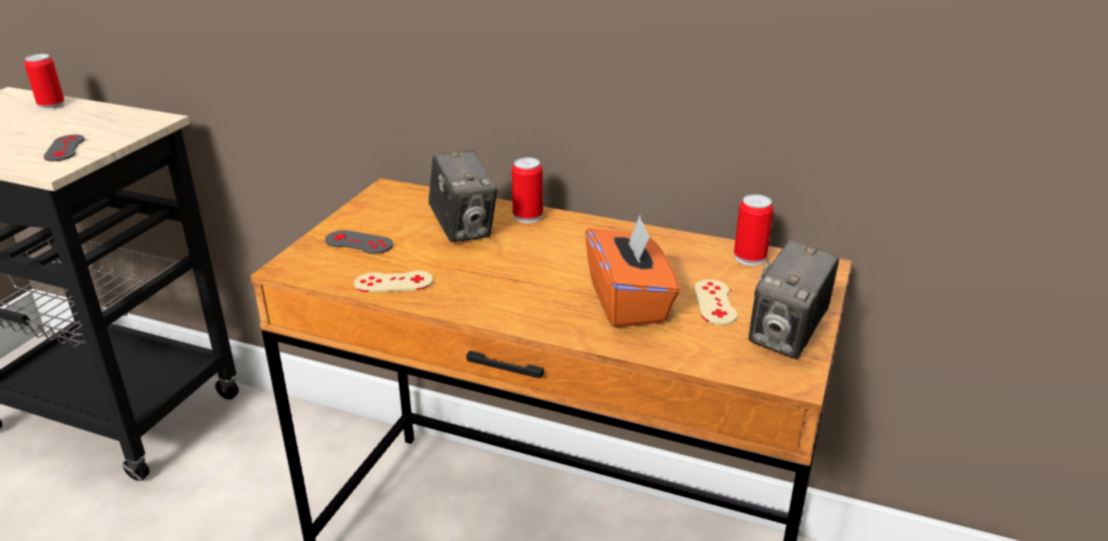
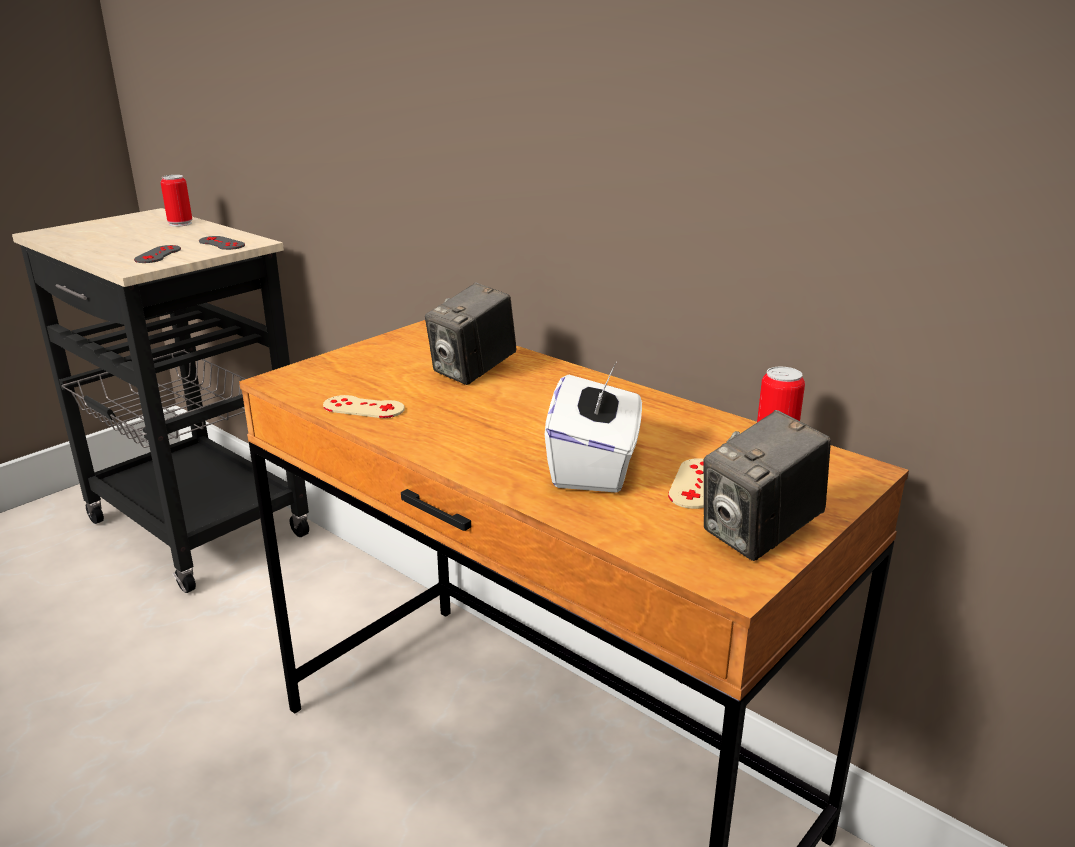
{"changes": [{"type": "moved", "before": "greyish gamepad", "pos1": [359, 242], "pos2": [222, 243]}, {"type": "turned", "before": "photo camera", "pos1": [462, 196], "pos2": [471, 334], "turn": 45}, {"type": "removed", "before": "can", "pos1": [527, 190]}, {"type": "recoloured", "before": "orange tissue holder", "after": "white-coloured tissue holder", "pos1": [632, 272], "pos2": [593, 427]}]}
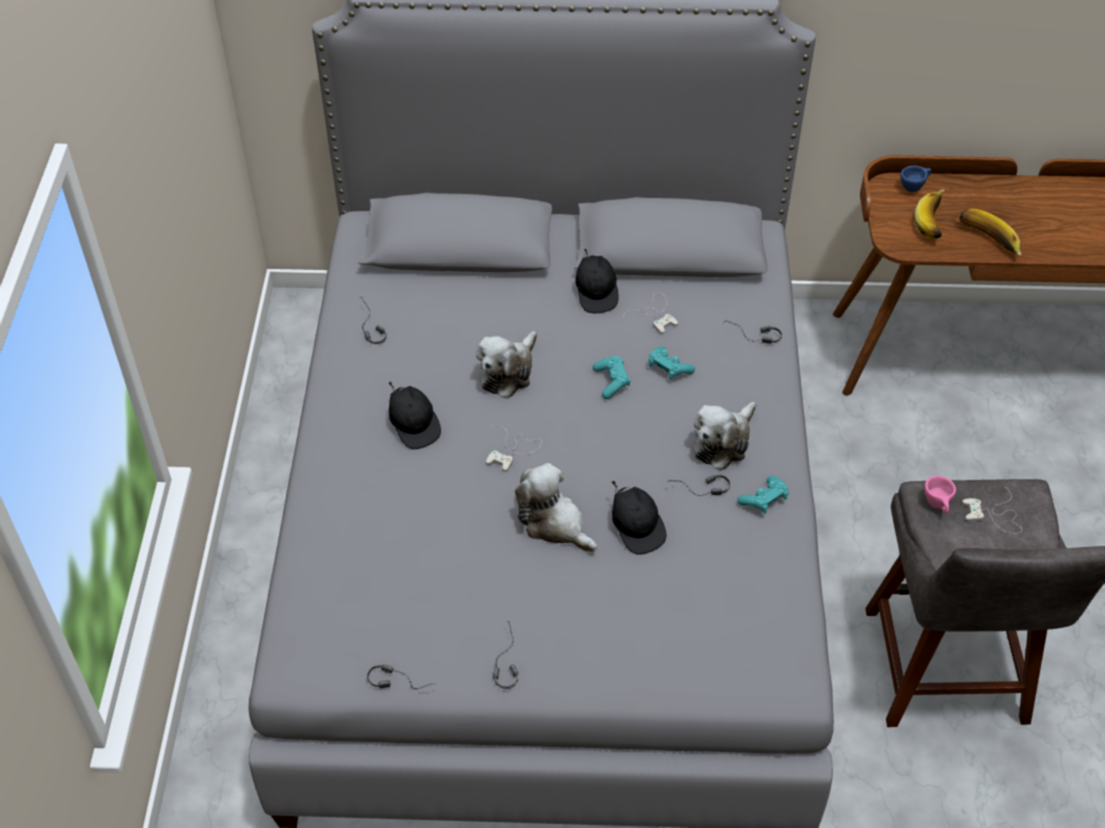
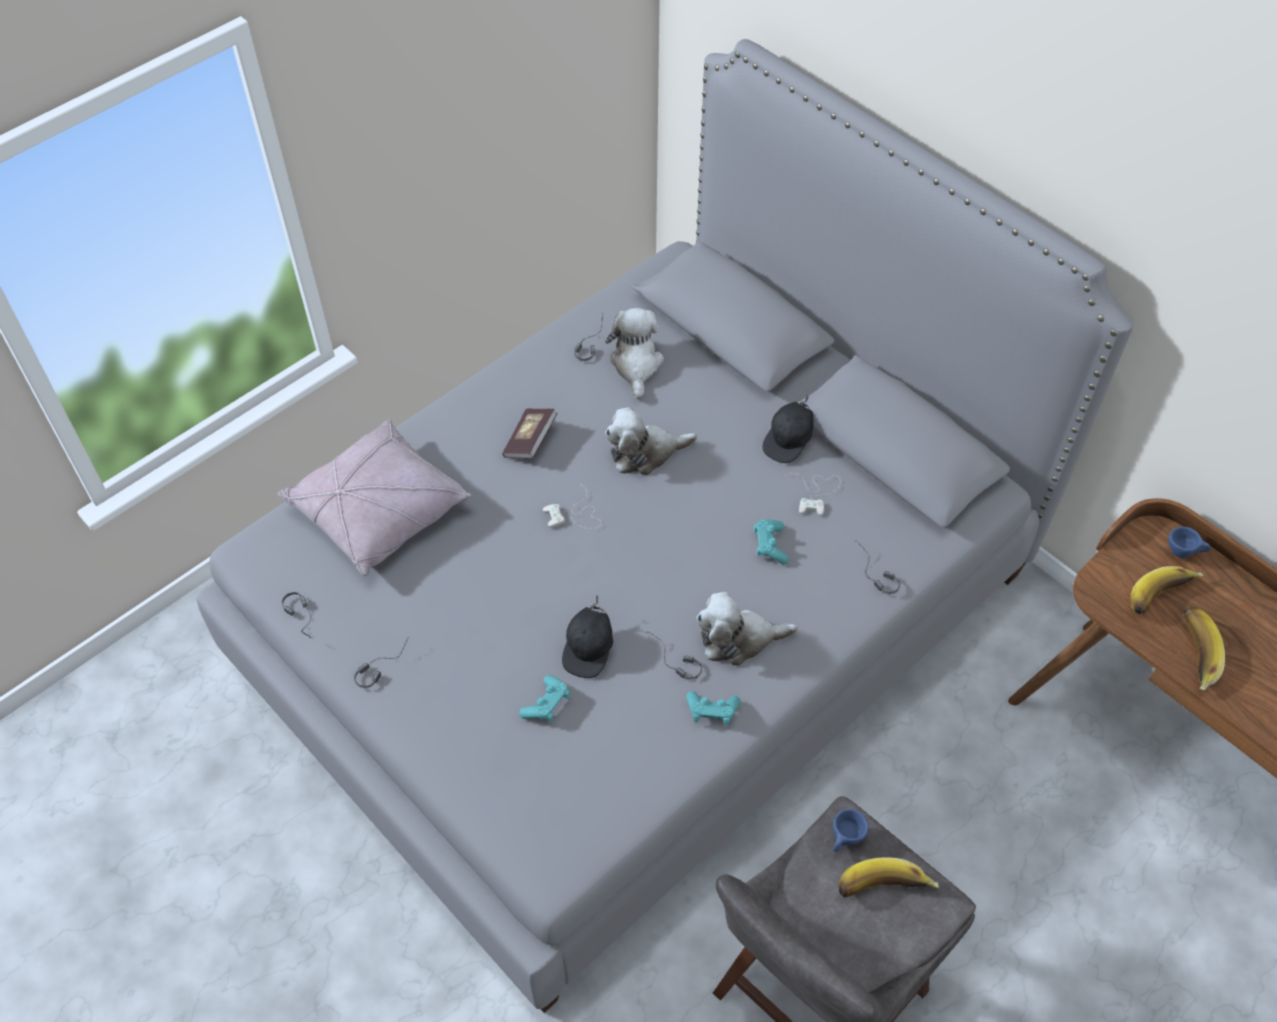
{"changes": [{"type": "replaced", "before": "black-coloured cap", "after": "book", "pos1": [415, 415], "pos2": [529, 433]}, {"type": "moved", "before": "cuddly toy", "pos1": [556, 507], "pos2": [634, 353]}, {"type": "moved", "before": "turquoise-coloured gamepad", "pos1": [611, 377], "pos2": [544, 698]}, {"type": "recoloured", "before": "pink drinking cup", "after": "blue drinking cup", "pos1": [940, 494], "pos2": [851, 830]}, {"type": "replaced", "before": "white-coloured gamepad", "after": "banana", "pos1": [992, 510], "pos2": [888, 877]}, {"type": "added", "after": "purple throw pillow", "pos2": [375, 497]}]}
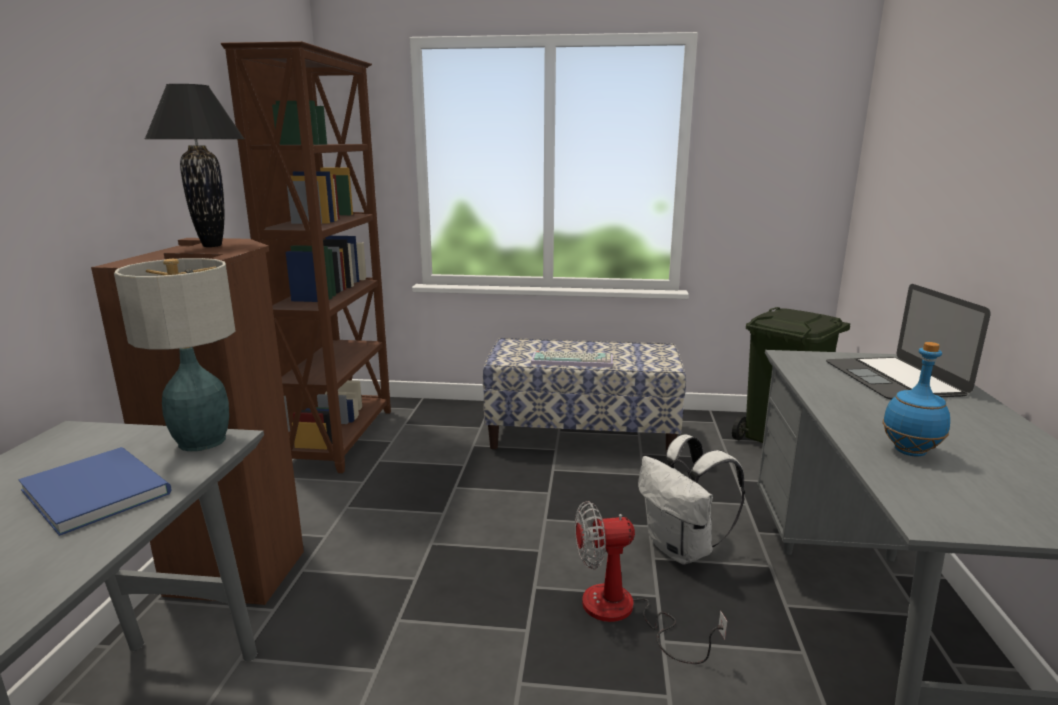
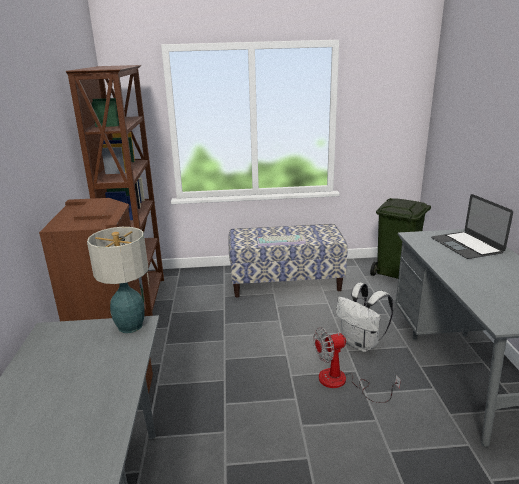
{"changes": [{"type": "removed", "before": "blue book", "pos1": [95, 491]}, {"type": "removed", "before": "black-coloured table lamp", "pos1": [194, 165]}, {"type": "removed", "before": "blue bottle", "pos1": [916, 399]}]}
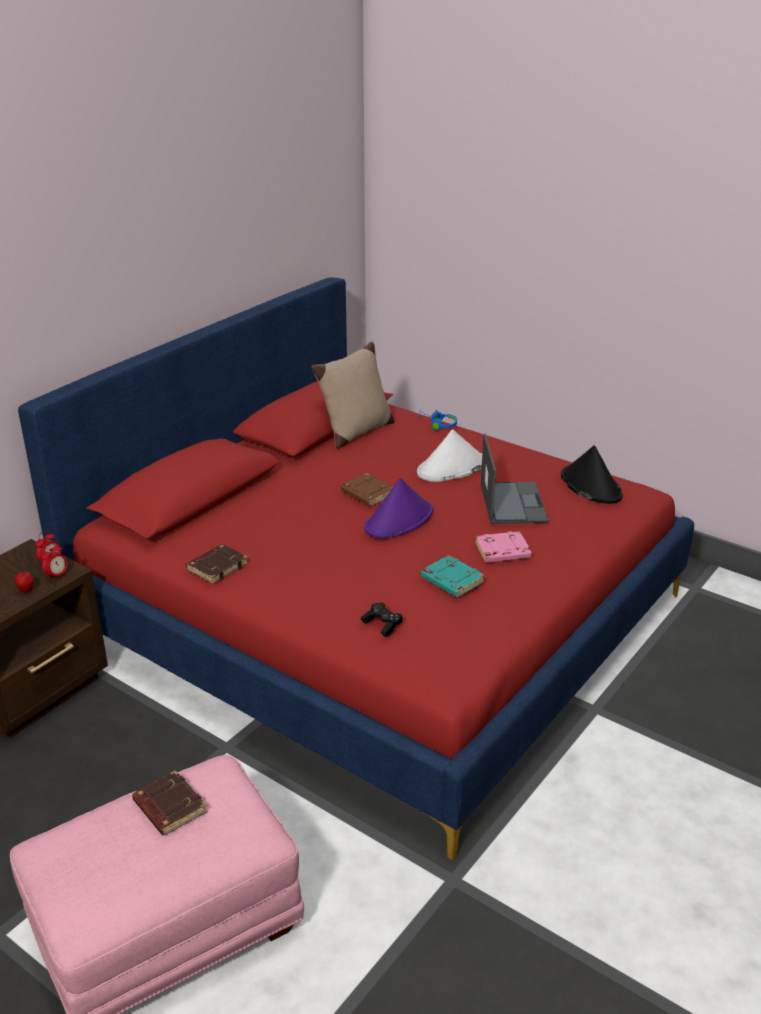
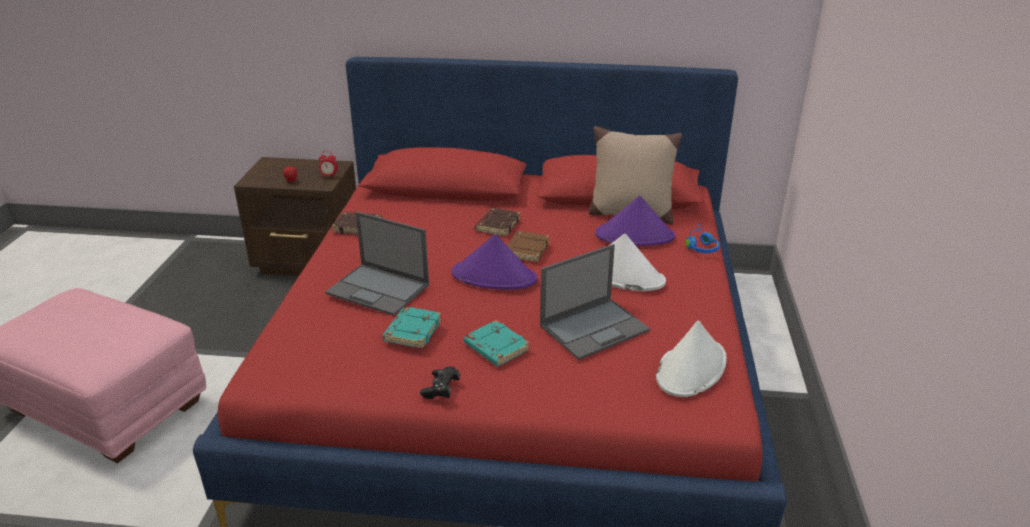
{"changes": [{"type": "removed", "before": "table clock", "pos1": [54, 561]}, {"type": "moved", "before": "brownish book", "pos1": [169, 803], "pos2": [498, 222]}, {"type": "moved", "before": "black-coloured gamepad", "pos1": [382, 619], "pos2": [440, 382]}, {"type": "recoloured", "before": "pink book", "after": "turquoise-coloured book", "pos1": [503, 547], "pos2": [497, 343]}, {"type": "recoloured", "before": "black-coloured clothing hat", "after": "white-coloured clothing hat", "pos1": [592, 475], "pos2": [691, 358]}, {"type": "added", "after": "laptop", "pos2": [377, 264]}, {"type": "added", "after": "purple clothing hat", "pos2": [635, 221]}]}
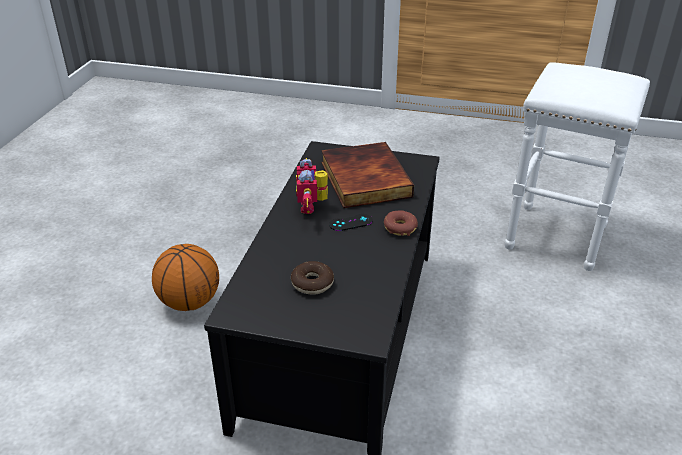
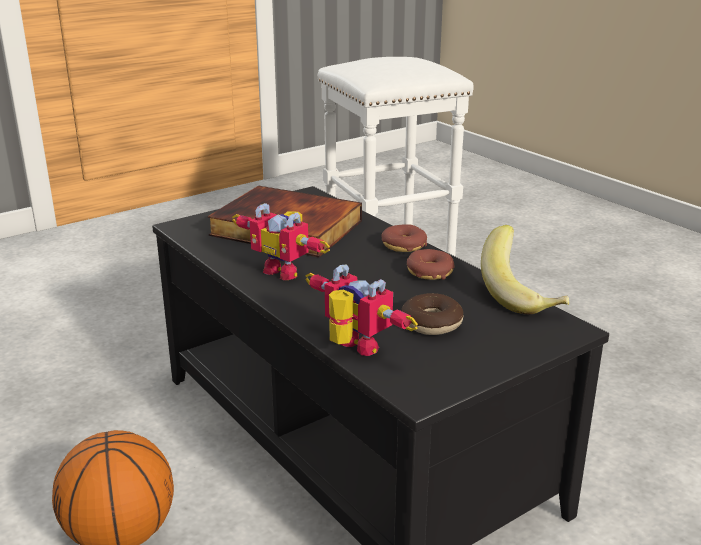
{"changes": [{"type": "removed", "before": "black-coloured gamepad", "pos1": [351, 222]}, {"type": "added", "after": "model robot", "pos2": [361, 310]}, {"type": "added", "after": "donut", "pos2": [430, 264]}, {"type": "added", "after": "banana", "pos2": [525, 270]}]}
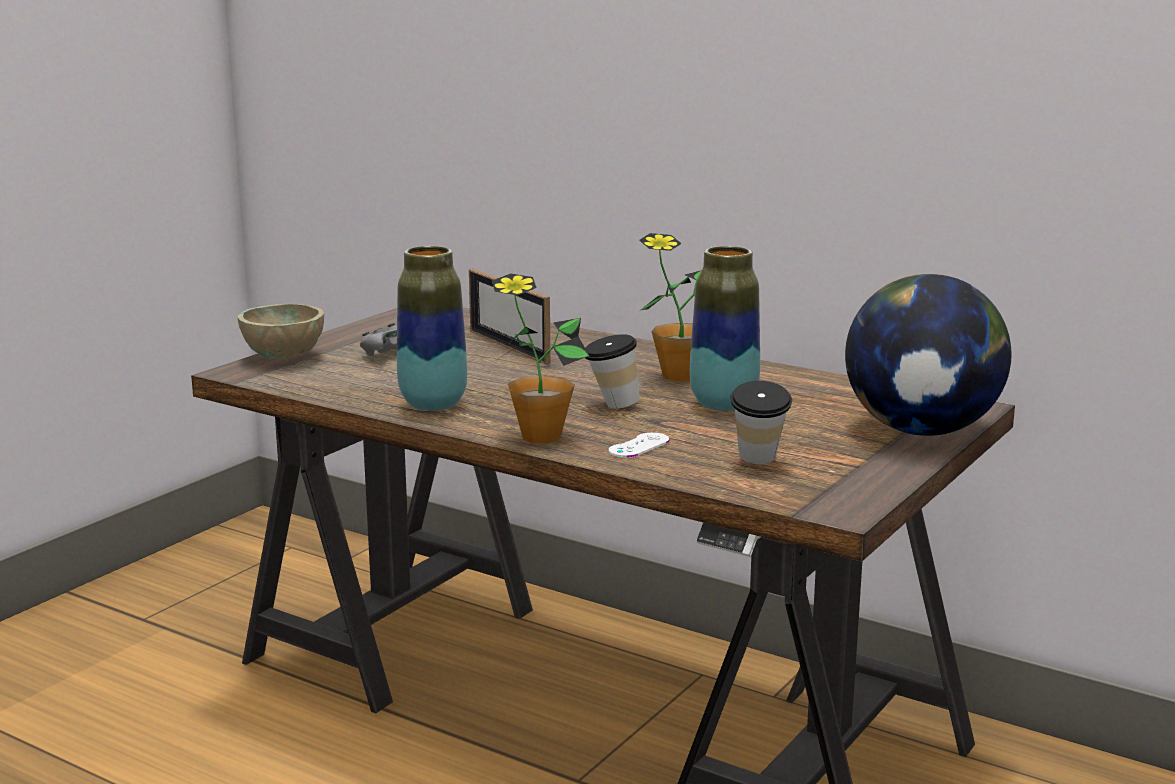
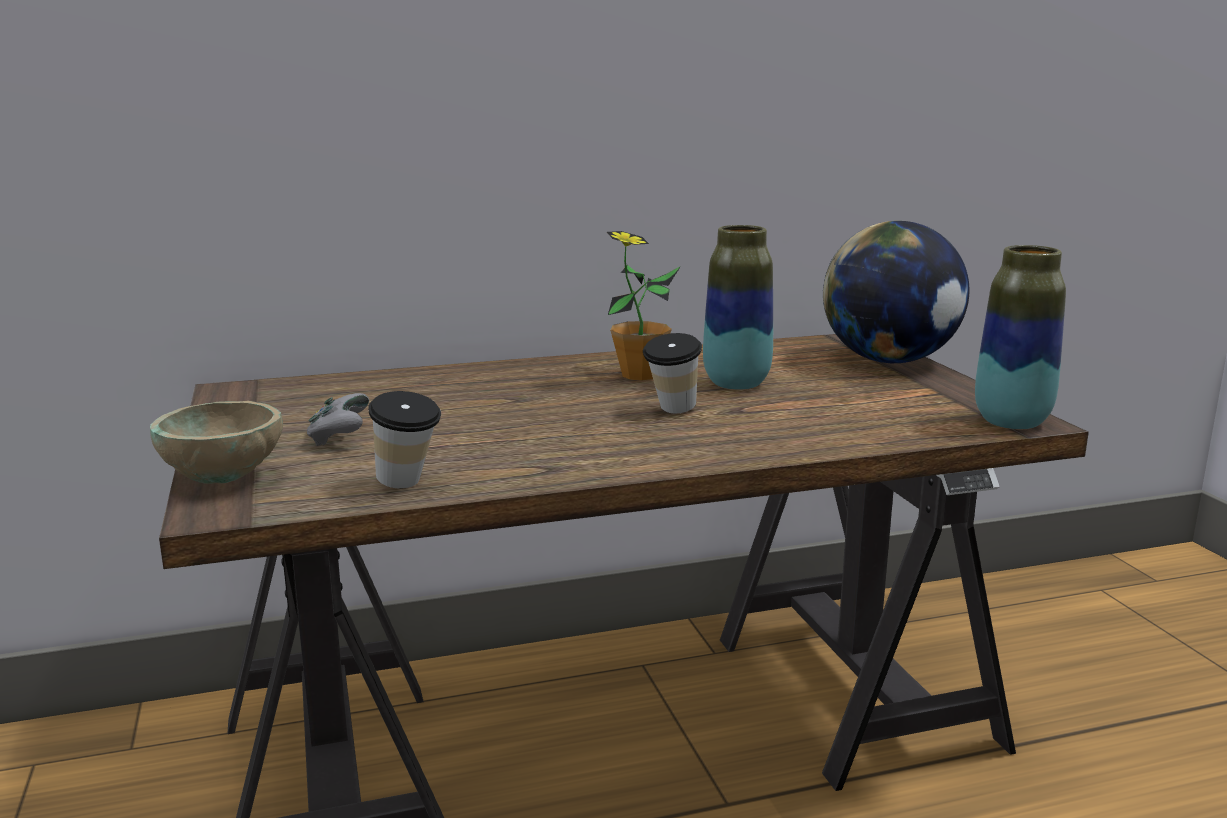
{"changes": [{"type": "moved", "before": "decorative vase", "pos1": [432, 328], "pos2": [1020, 337]}, {"type": "removed", "before": "photo frame", "pos1": [509, 316]}, {"type": "removed", "before": "potted plant", "pos1": [540, 358]}, {"type": "removed", "before": "white-coloured gamepad", "pos1": [639, 445]}, {"type": "moved", "before": "drinking cup", "pos1": [761, 422], "pos2": [404, 439]}]}
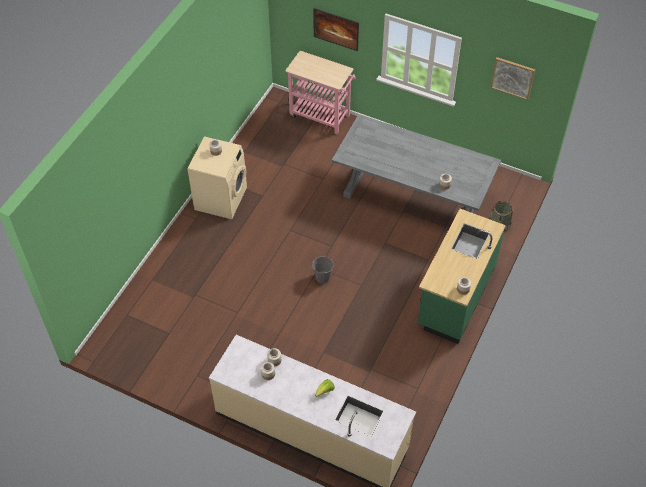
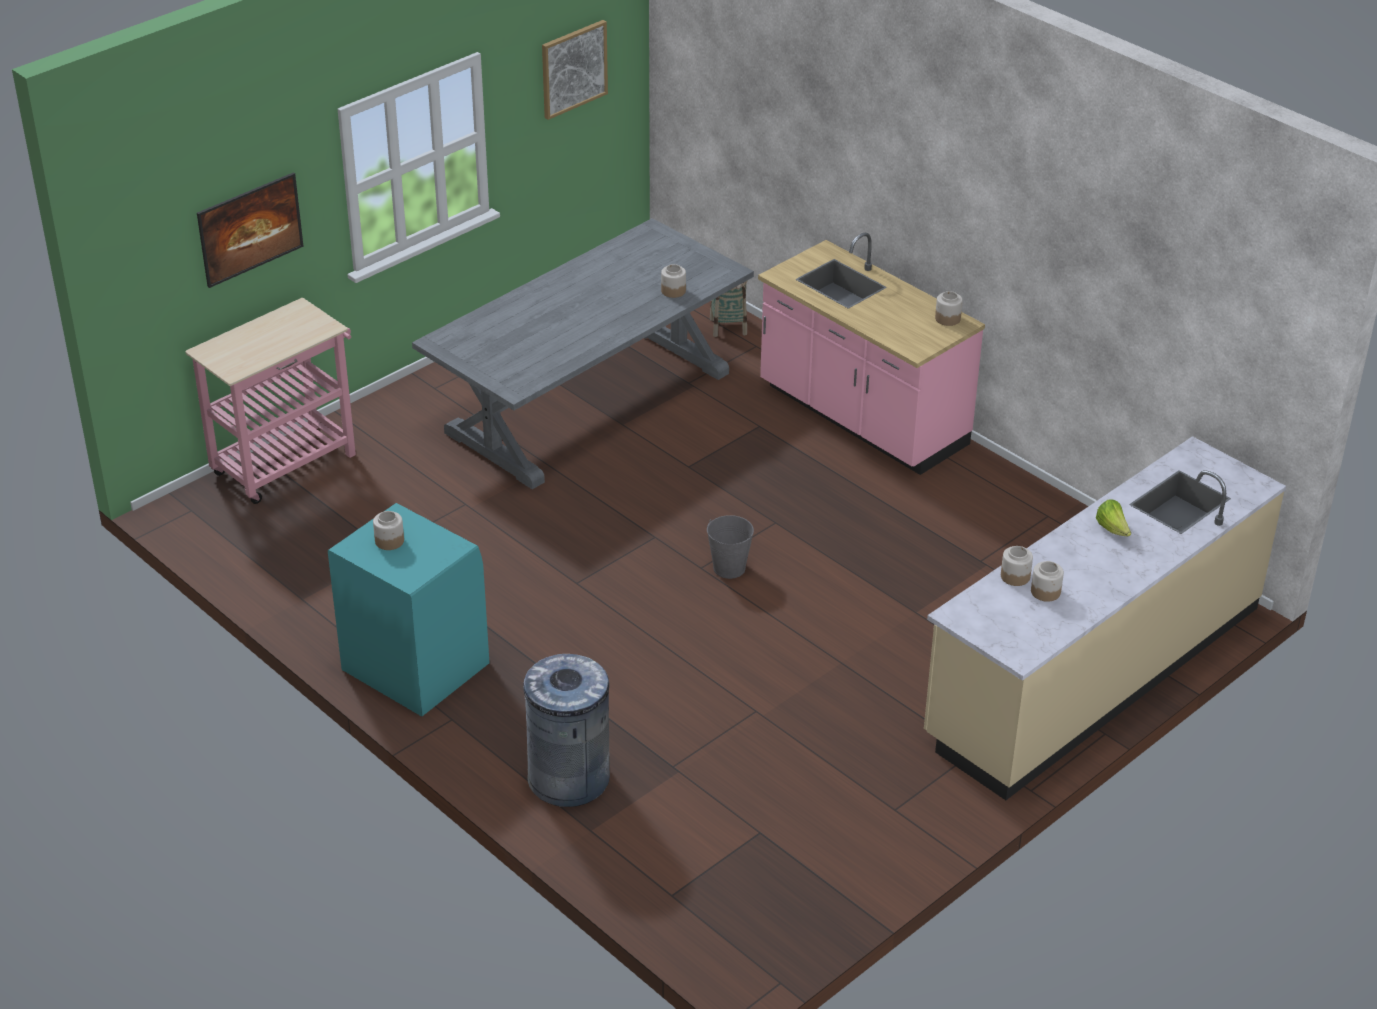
{"changes": [{"type": "recoloured", "before": "sand-coloured laundry appliance", "after": "turquoise-coloured laundry appliance", "pos1": [217, 177], "pos2": [408, 610]}, {"type": "recoloured", "before": "greenish counter", "after": "pink counter", "pos1": [462, 276], "pos2": [871, 354]}, {"type": "added", "after": "greyish waste bin", "pos2": [566, 730]}]}
